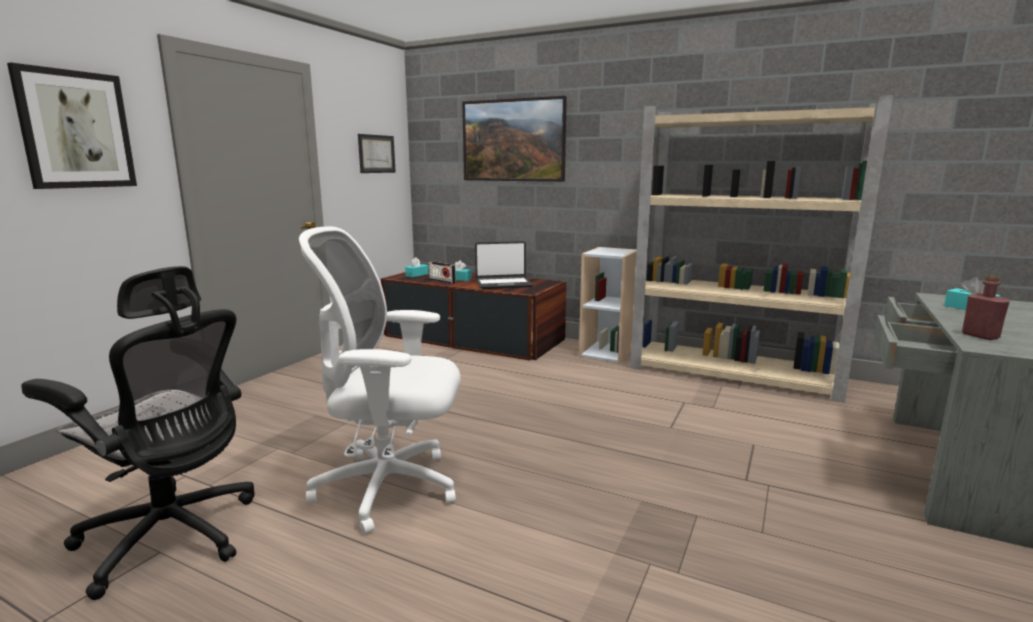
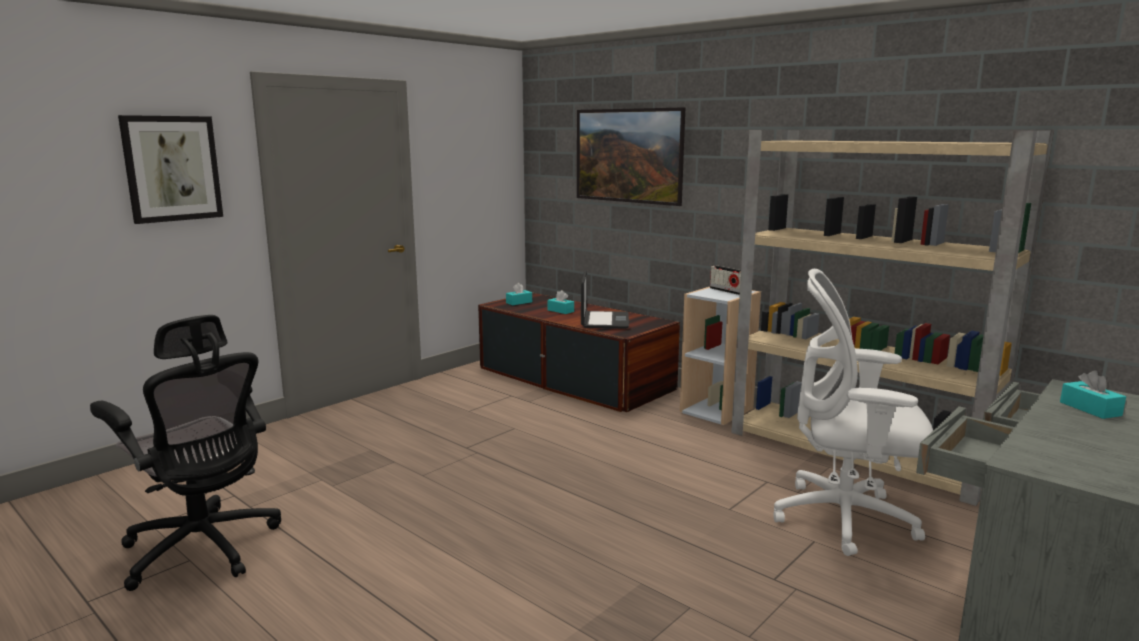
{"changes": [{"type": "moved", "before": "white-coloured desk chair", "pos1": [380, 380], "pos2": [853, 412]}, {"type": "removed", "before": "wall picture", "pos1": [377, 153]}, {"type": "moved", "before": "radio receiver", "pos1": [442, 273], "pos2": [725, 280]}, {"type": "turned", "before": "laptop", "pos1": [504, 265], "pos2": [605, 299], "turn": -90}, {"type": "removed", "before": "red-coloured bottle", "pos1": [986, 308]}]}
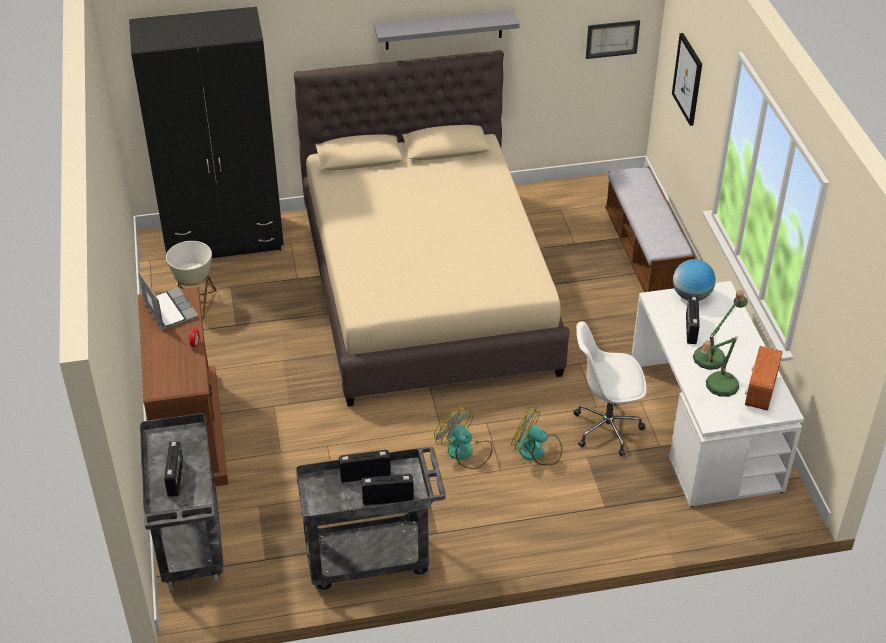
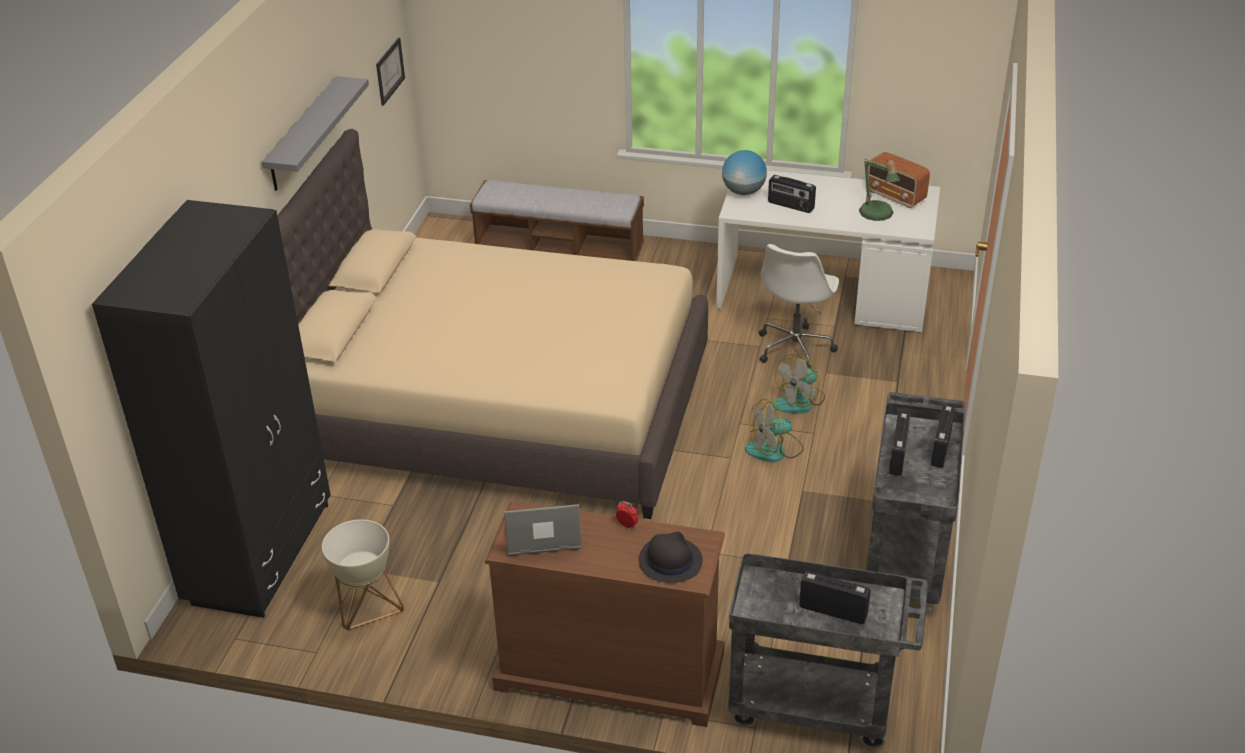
{"changes": [{"type": "removed", "before": "wall picture", "pos1": [687, 79]}, {"type": "removed", "before": "table lamp", "pos1": [720, 330]}, {"type": "added", "after": "black-coloured clothing hat", "pos2": [671, 557]}]}
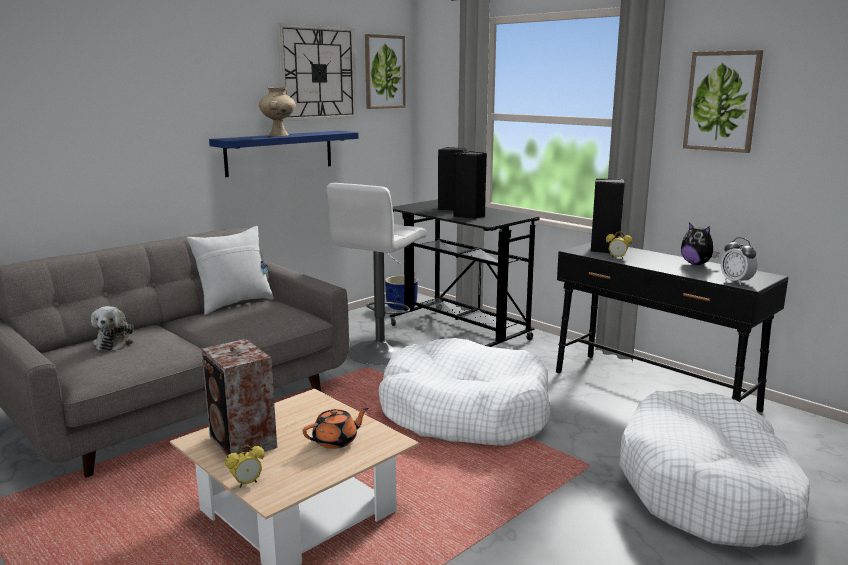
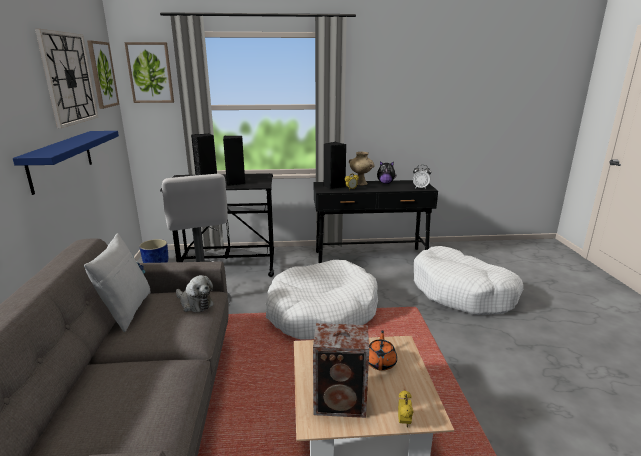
{"changes": [{"type": "moved", "before": "cuddly toy", "pos1": [112, 328], "pos2": [195, 294]}, {"type": "moved", "before": "sand-coloured decorative vase", "pos1": [277, 111], "pos2": [362, 168]}, {"type": "moved", "before": "wall picture", "pos1": [723, 101], "pos2": [149, 72]}]}
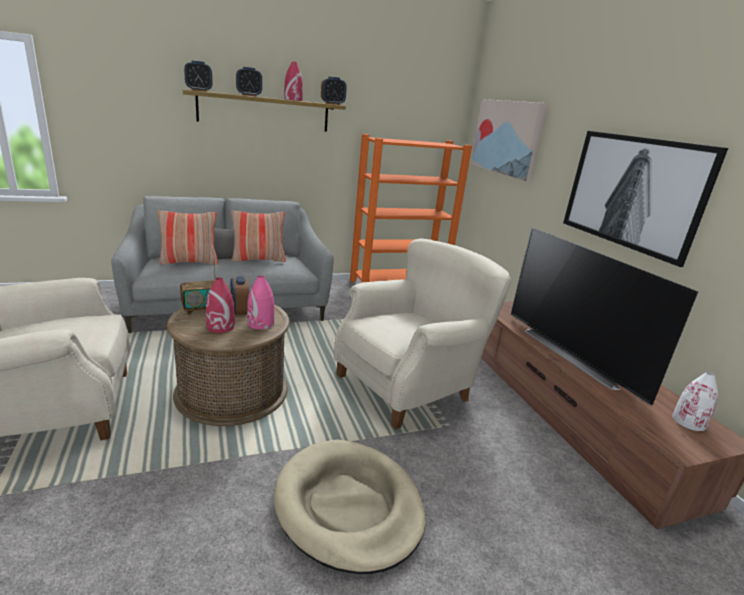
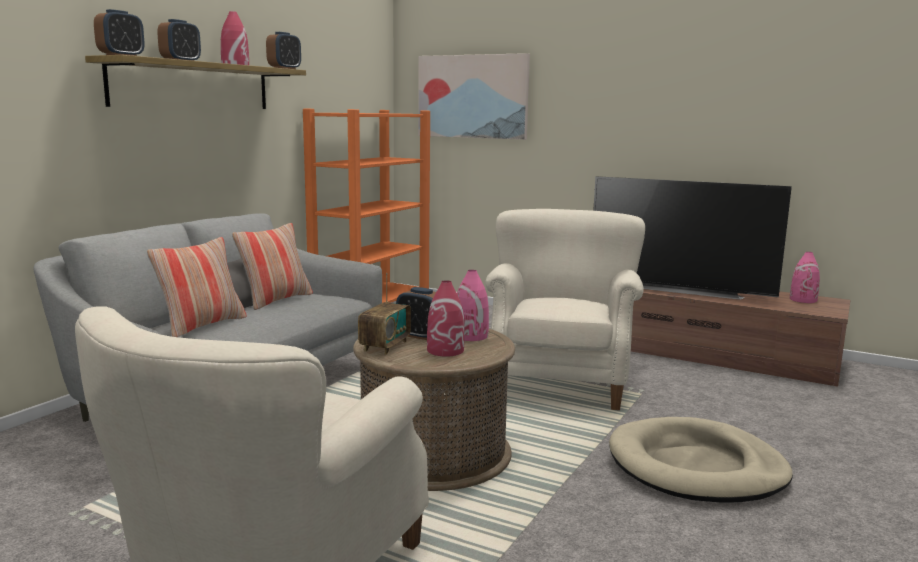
{"changes": [{"type": "removed", "before": "wall picture", "pos1": [645, 199]}, {"type": "recoloured", "before": "white-coloured decorative vase", "after": "pink decorative vase", "pos1": [695, 401], "pos2": [805, 277]}]}
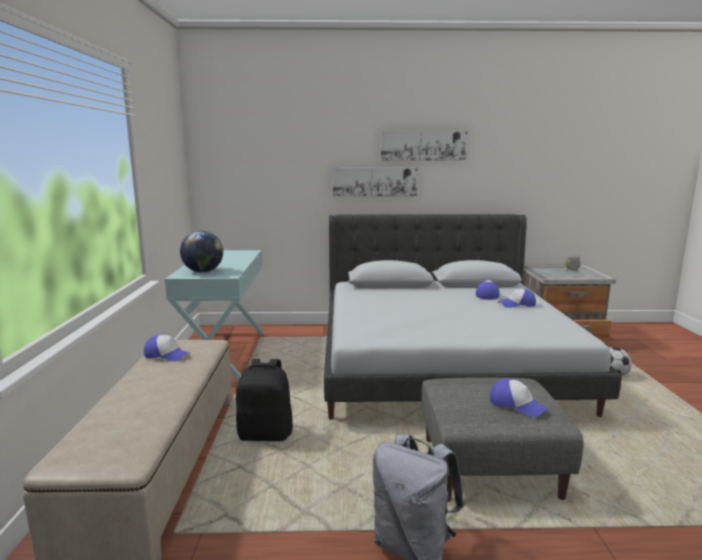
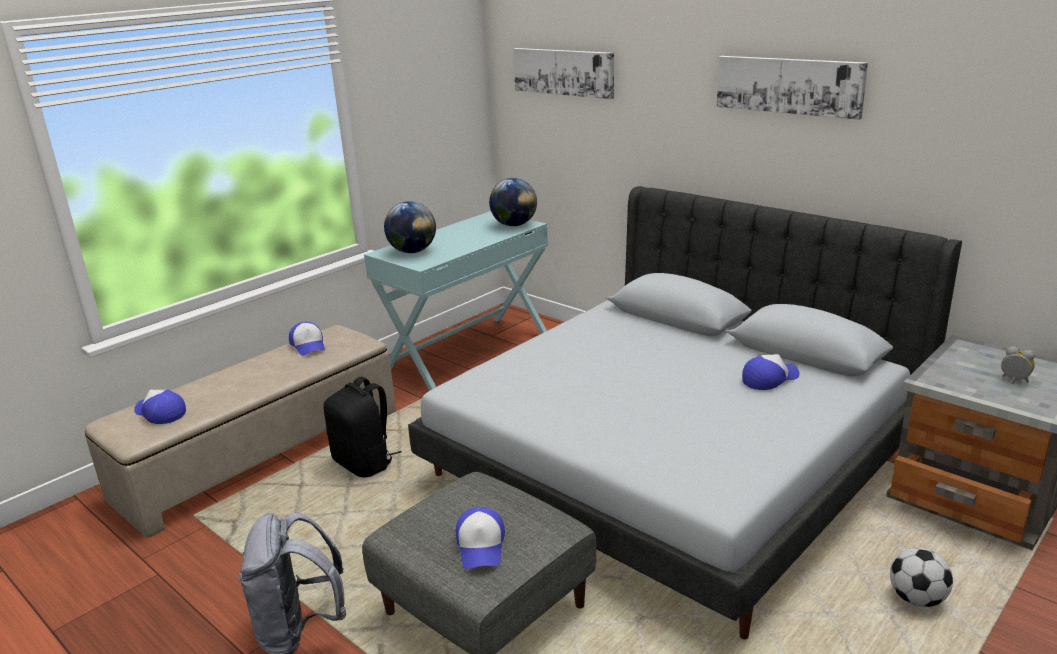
{"changes": [{"type": "moved", "before": "wall picture", "pos1": [375, 181], "pos2": [563, 73]}, {"type": "moved", "before": "cap", "pos1": [517, 298], "pos2": [160, 407]}, {"type": "added", "after": "globe", "pos2": [513, 202]}]}
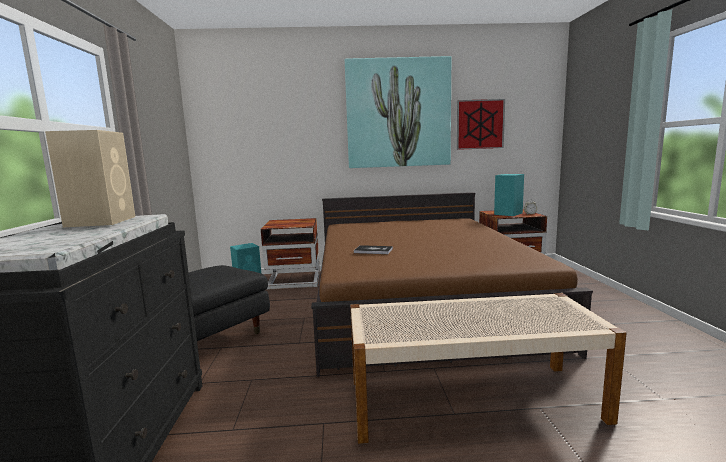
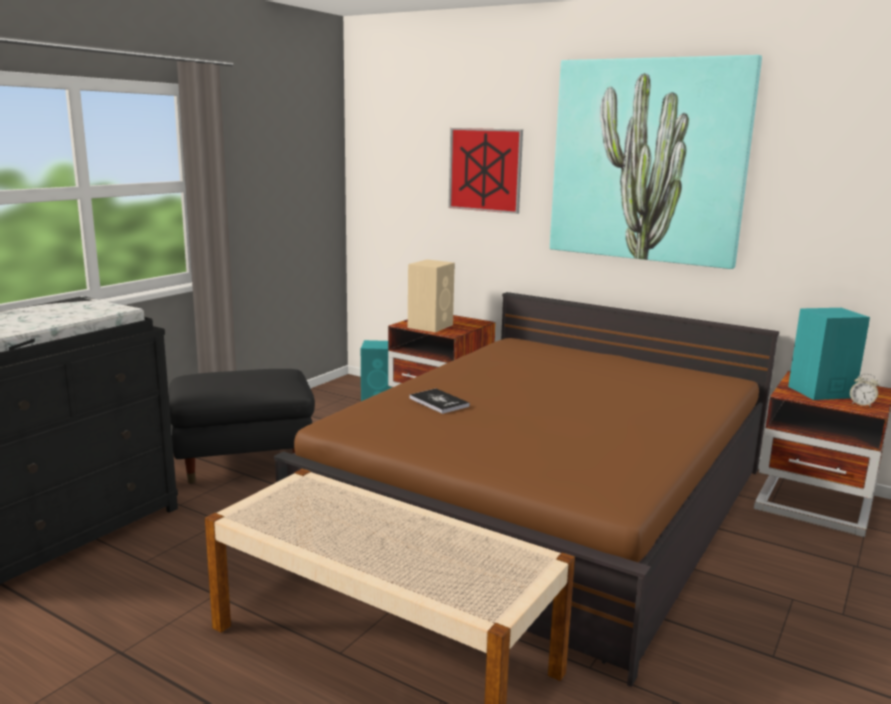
{"changes": [{"type": "moved", "before": "sand-coloured audio speaker", "pos1": [90, 178], "pos2": [431, 295]}, {"type": "moved", "before": "wall picture", "pos1": [481, 124], "pos2": [485, 171]}]}
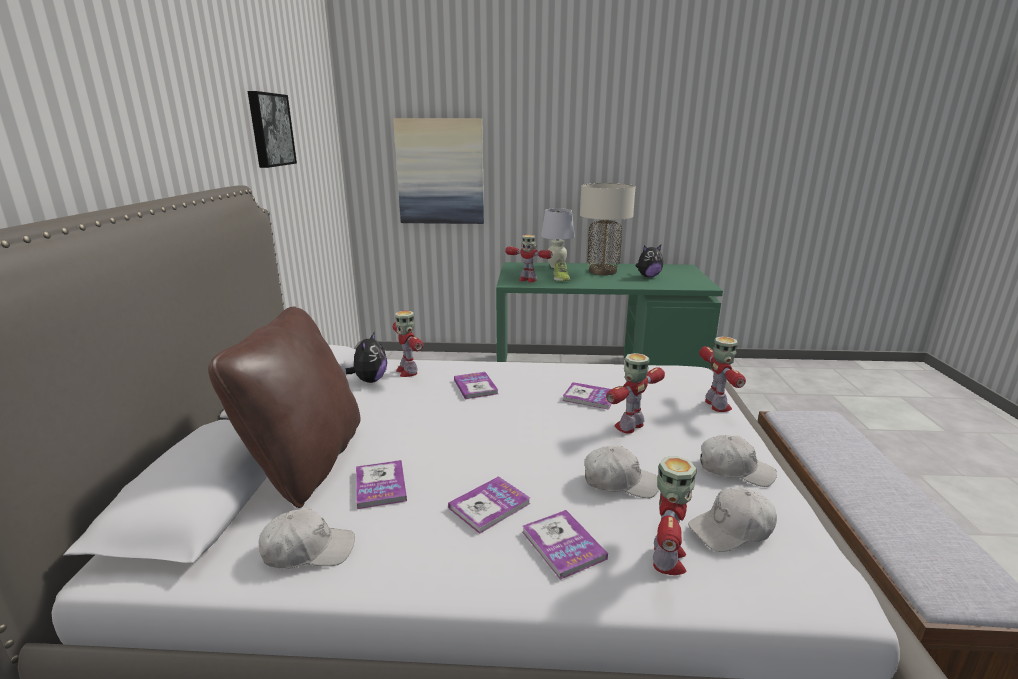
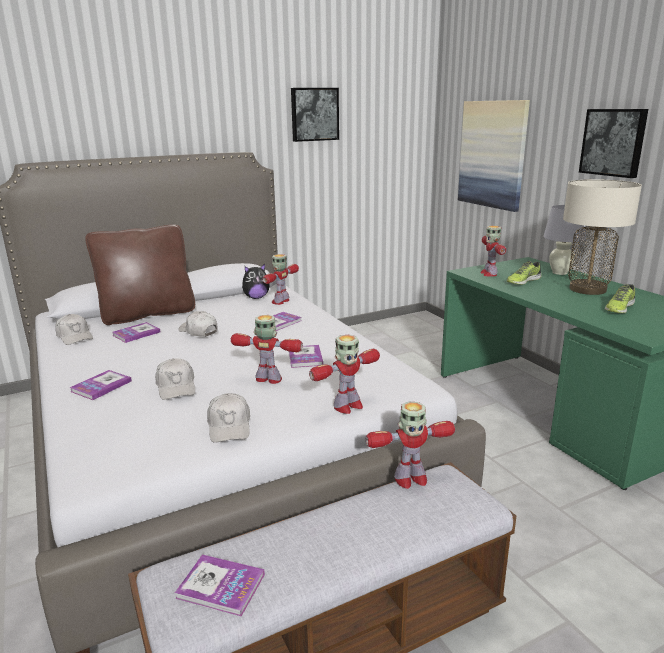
{"changes": [{"type": "moved", "before": "book", "pos1": [489, 505], "pos2": [220, 585]}, {"type": "replaced", "before": "cuddly toy", "after": "shoe", "pos1": [649, 261], "pos2": [620, 298]}, {"type": "moved", "before": "model robot", "pos1": [675, 515], "pos2": [410, 445]}, {"type": "moved", "before": "white-coloured cap", "pos1": [732, 519], "pos2": [198, 324]}, {"type": "added", "after": "wall picture", "pos2": [613, 143]}]}
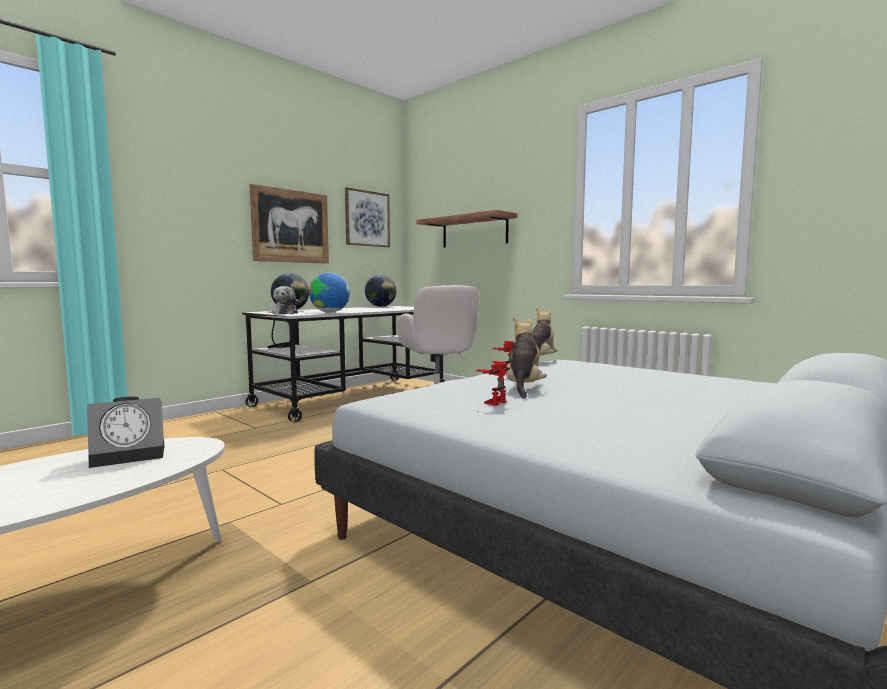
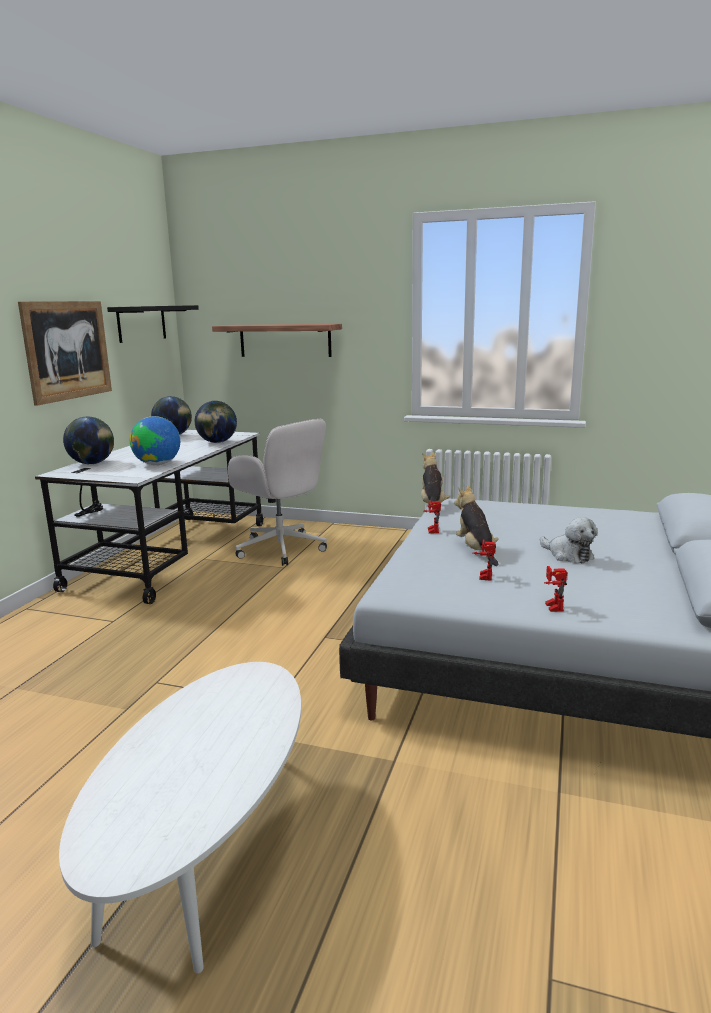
{"changes": [{"type": "removed", "before": "table clock", "pos1": [126, 432]}, {"type": "moved", "before": "cuddly toy", "pos1": [286, 300], "pos2": [569, 540]}, {"type": "replaced", "before": "wall picture", "after": "black-coloured shelf", "pos1": [367, 217], "pos2": [153, 324]}, {"type": "added", "after": "globe", "pos2": [216, 422]}, {"type": "added", "after": "model robot", "pos2": [555, 589]}]}
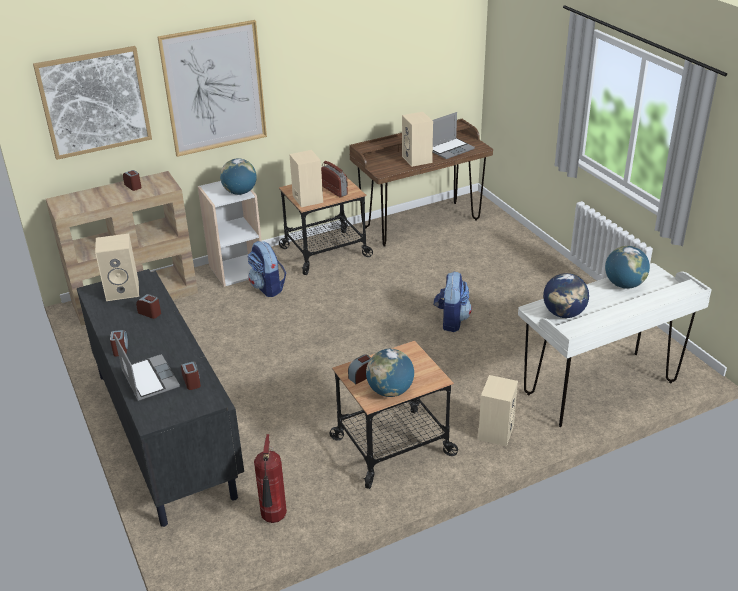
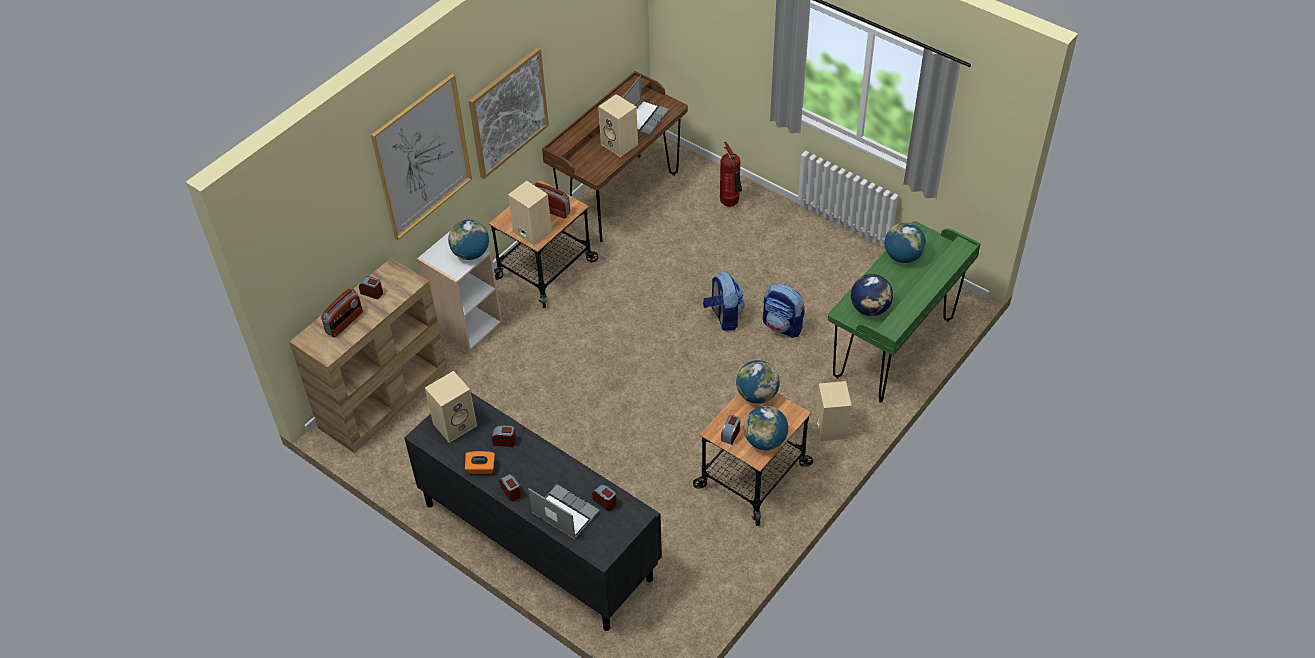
{"changes": [{"type": "moved", "before": "wall picture", "pos1": [92, 103], "pos2": [509, 113]}, {"type": "moved", "before": "rucksack", "pos1": [267, 269], "pos2": [784, 310]}, {"type": "moved", "before": "fire extinguisher", "pos1": [270, 478], "pos2": [731, 174]}, {"type": "recoloured", "before": "white-coloured desk unit", "after": "greenish desk unit", "pos1": [615, 345], "pos2": [904, 312]}, {"type": "added", "after": "radio receiver", "pos2": [342, 313]}, {"type": "added", "after": "orange tissue holder", "pos2": [480, 462]}, {"type": "added", "after": "globe", "pos2": [758, 382]}]}
